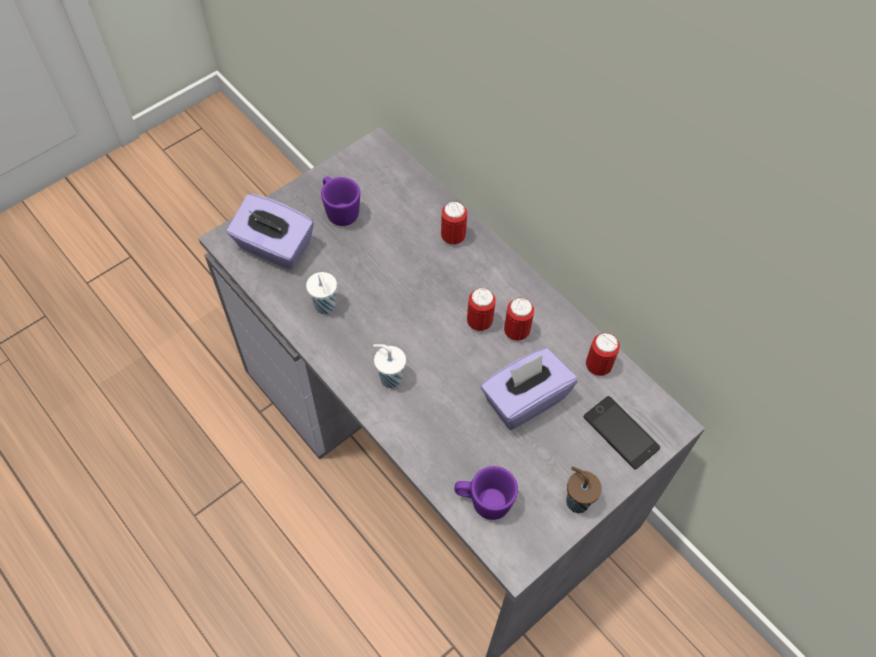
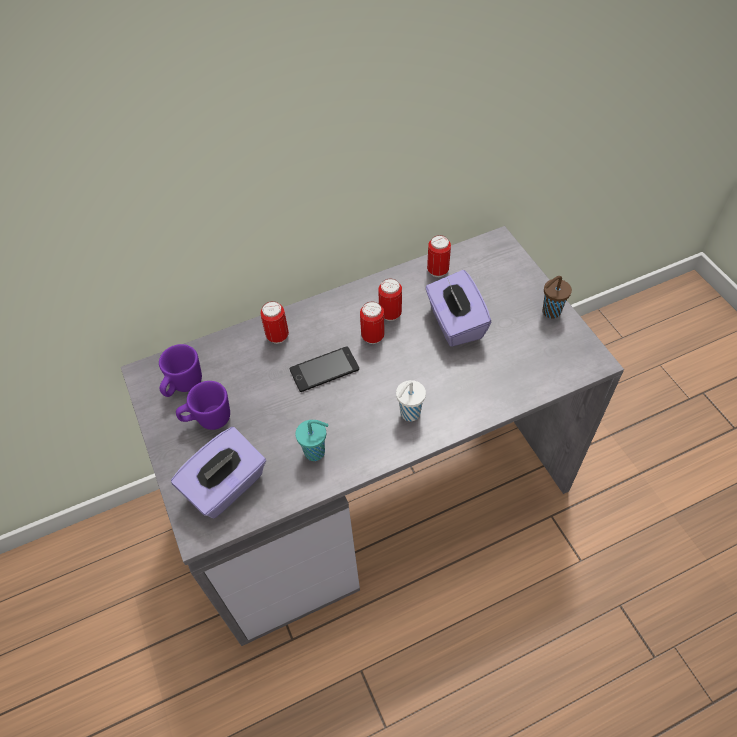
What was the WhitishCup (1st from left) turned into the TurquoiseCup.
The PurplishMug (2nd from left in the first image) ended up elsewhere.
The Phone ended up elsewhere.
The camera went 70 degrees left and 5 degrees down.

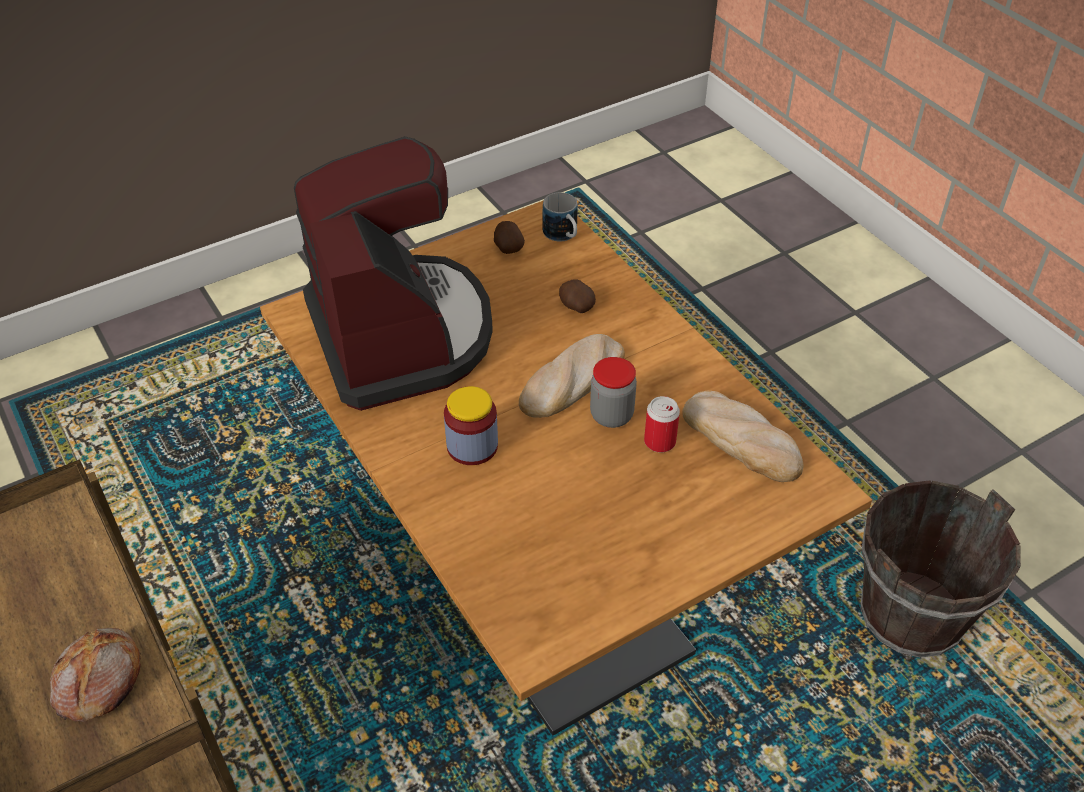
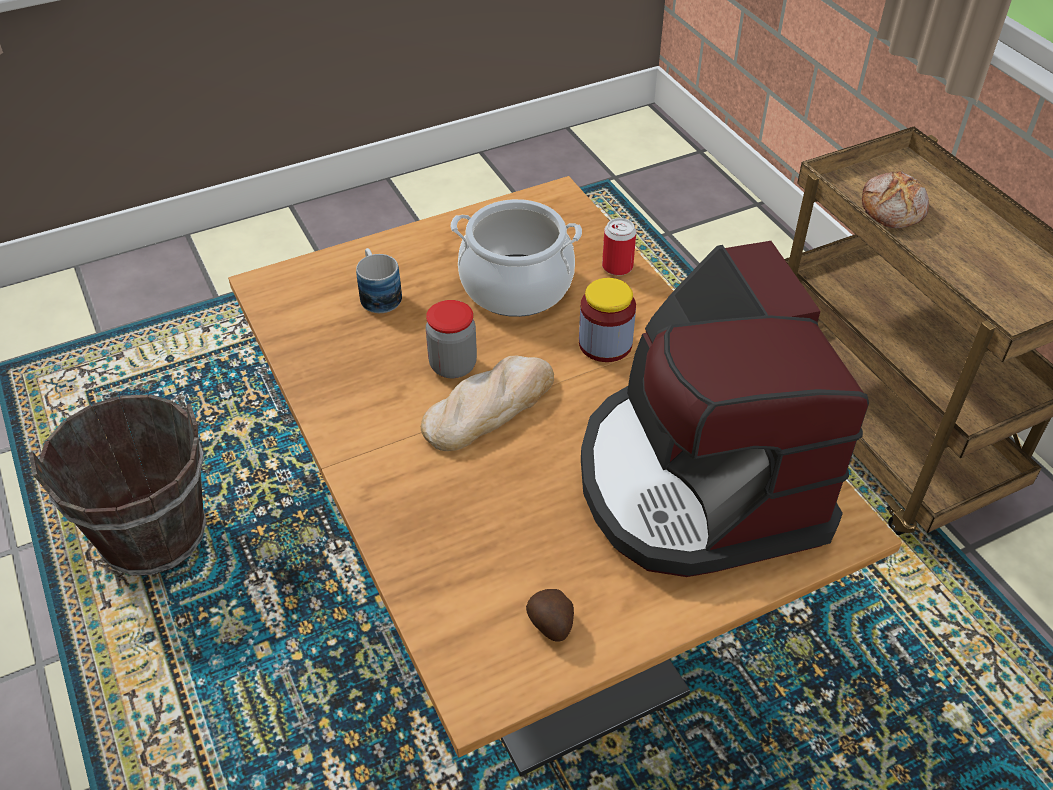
The Mug ended up elsewhere.
The second view lost the WholePotato (2nd from left).
The MetalCan ended up elsewhere.
The second view lost the BakeryBread (3rd from left).
The second view gained the Stockpot.
The camera went 175 degrees left and 0 degrees up.

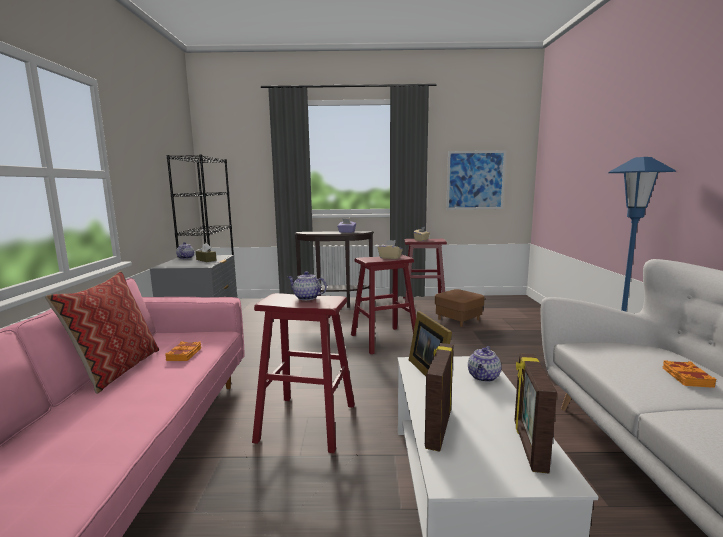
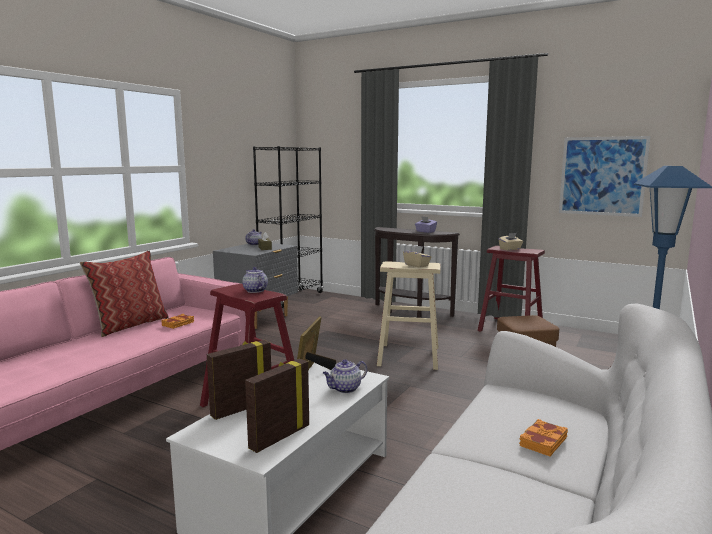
What was the ReddishStool (2nd from left) turned into the BeigeColouredStool.
The camera went 30 degrees right and 0 degrees up.

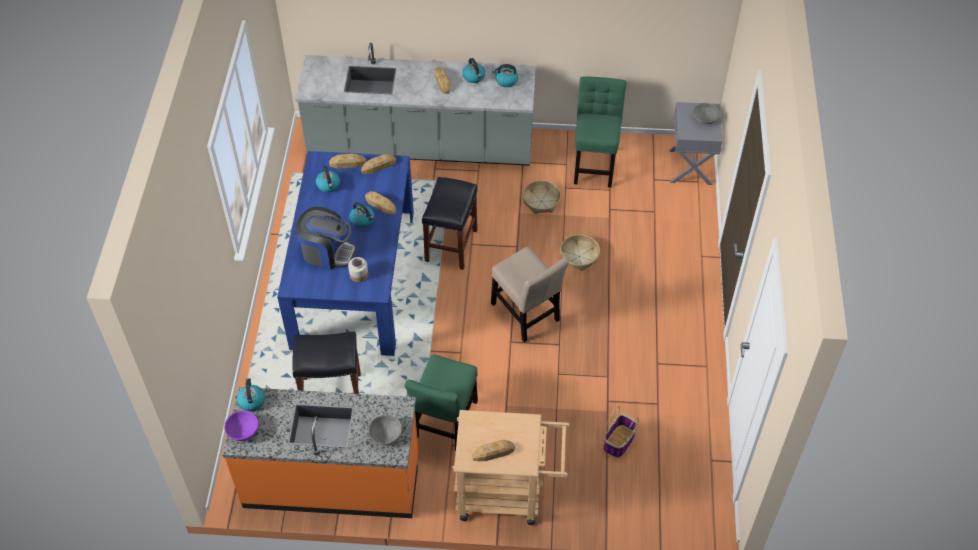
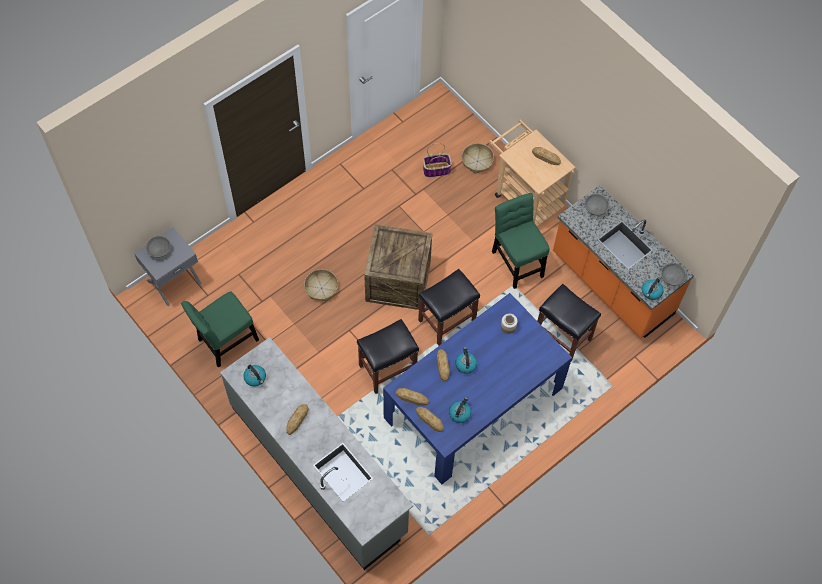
What was the PurplishServingBowl turned into the GrayServingBowl (3rd from left).
The second view lost the CoffeeMachine.
The GreenChair (1st from left in the first image) ended up facing another way, 90 degrees counterclockwise from before.
The second view lost the WaterKettle (4th from left).
Where the BeigeColouredChair stood, the Crate came to stand.
The HouseholdBasket (1st from left in the first image) ended up elsewhere.
The second view gained the BlackishStool (2nd from left).
The camera went 135 degrees left and 10 degrees up.

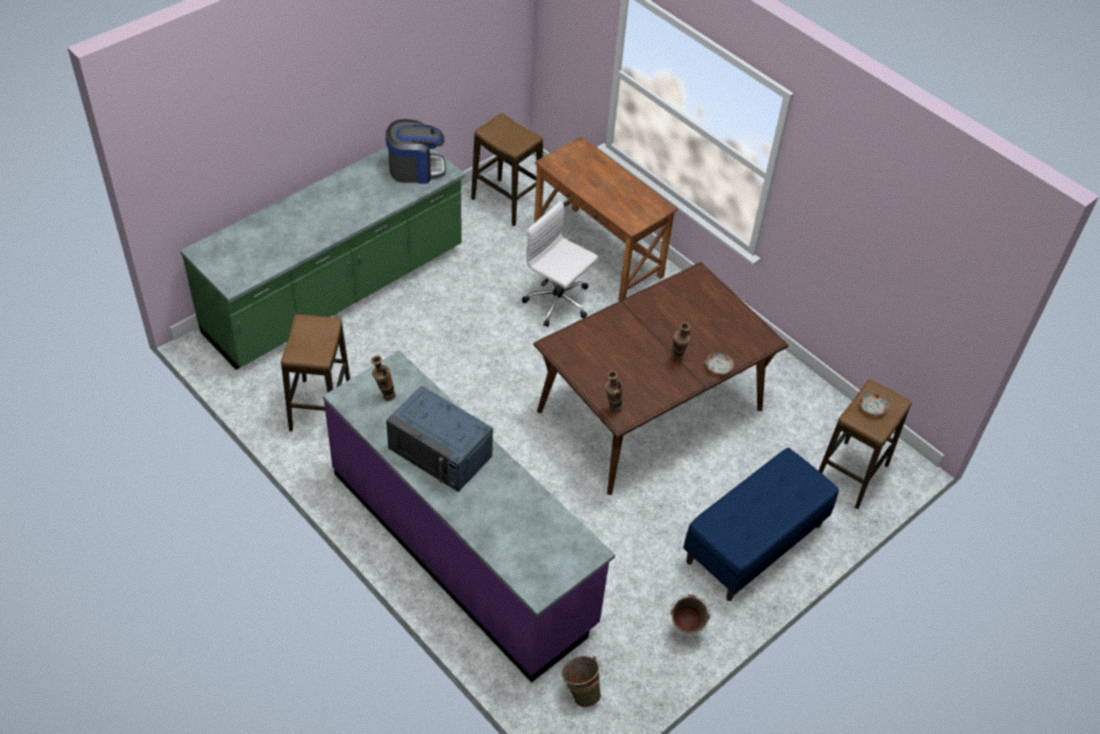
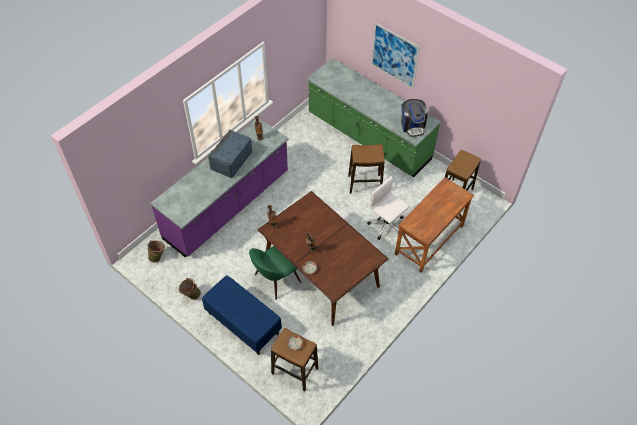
The Stool (1st from left in the first image) ended up elsewhere.
The WhitishComputerChair ended up facing another way, 75 degrees counterclockwise from before.
The second view gained the GreenChair.
The second view gained the WallPicture.
The camera went 85 degrees right and 5 degrees up.

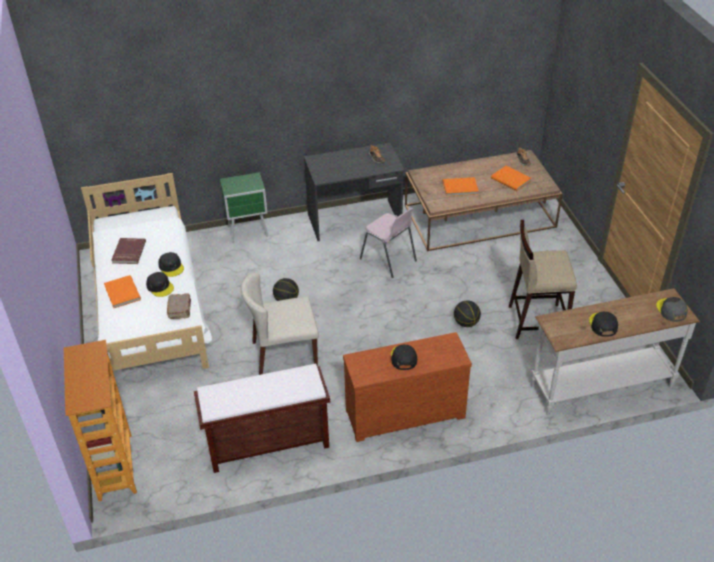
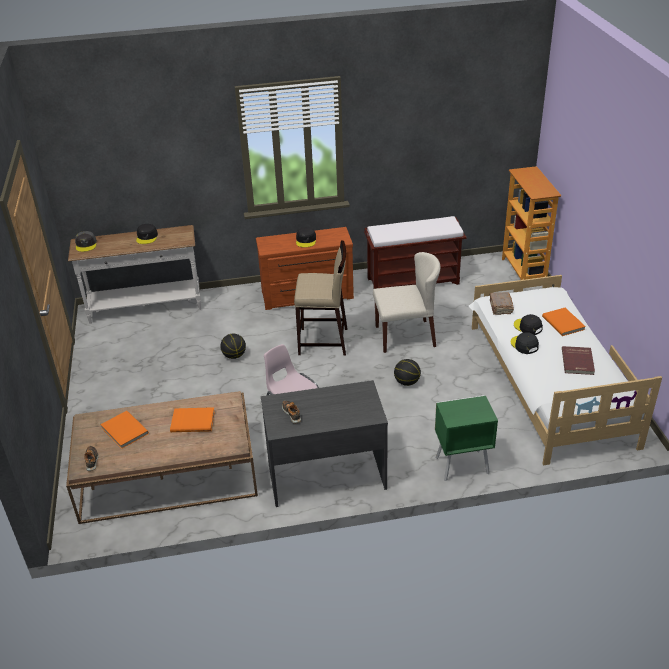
The BeigeColouredStool ended up elsewhere.
The camera went 175 degrees left and 5 degrees down.

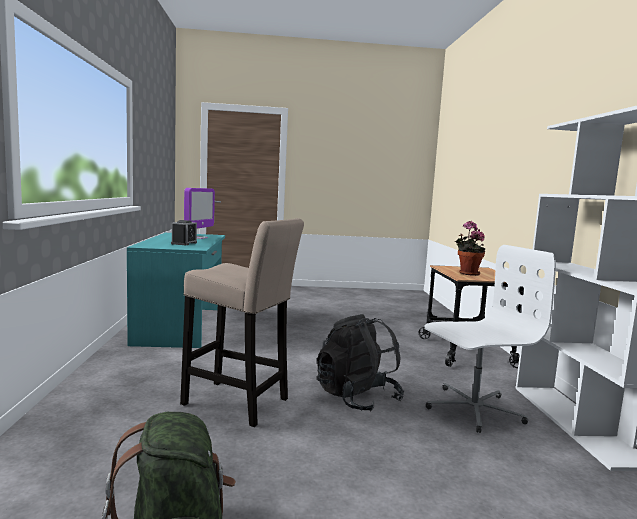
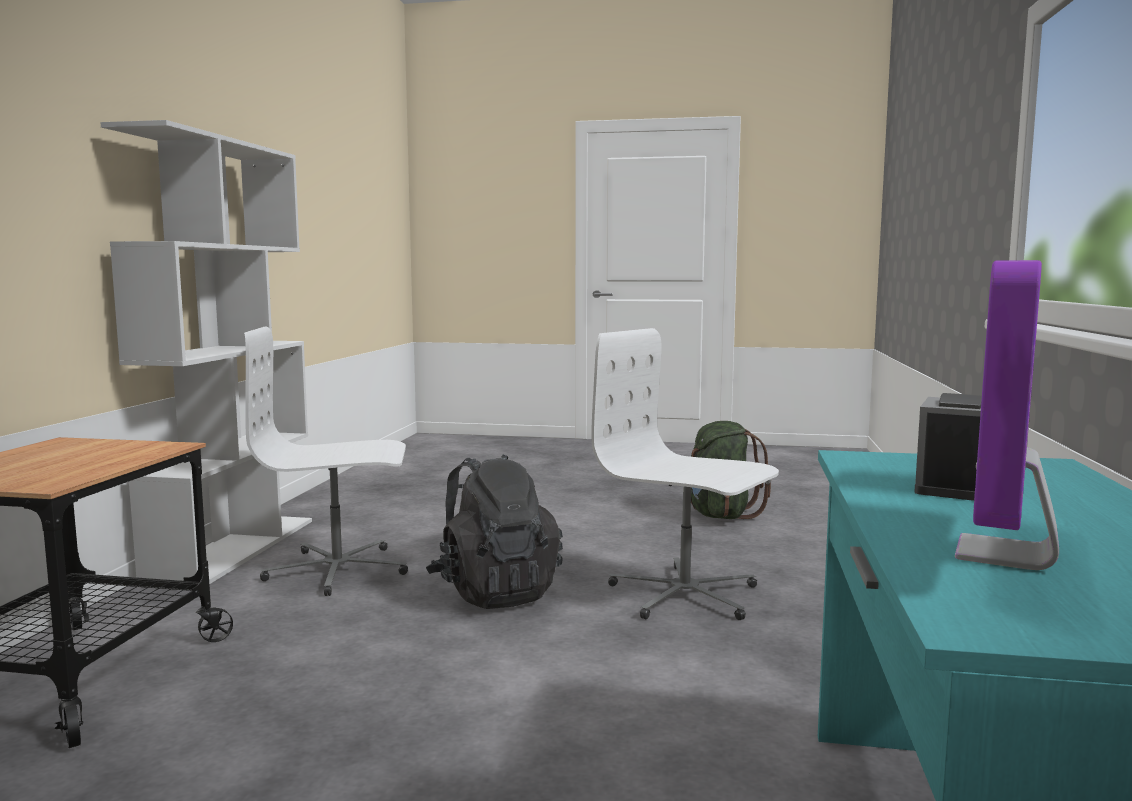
Where the BeigeColouredStool stood, the WhitishComputerChair (2nd from left) came to stand.
The second view lost the PlantInAPot.
The camera went 165 degrees left and 0 degrees up.

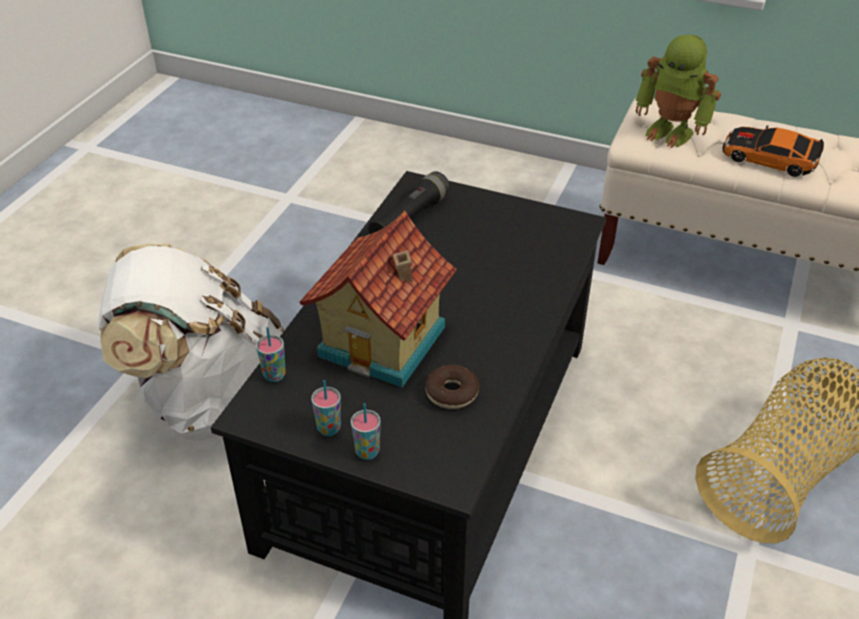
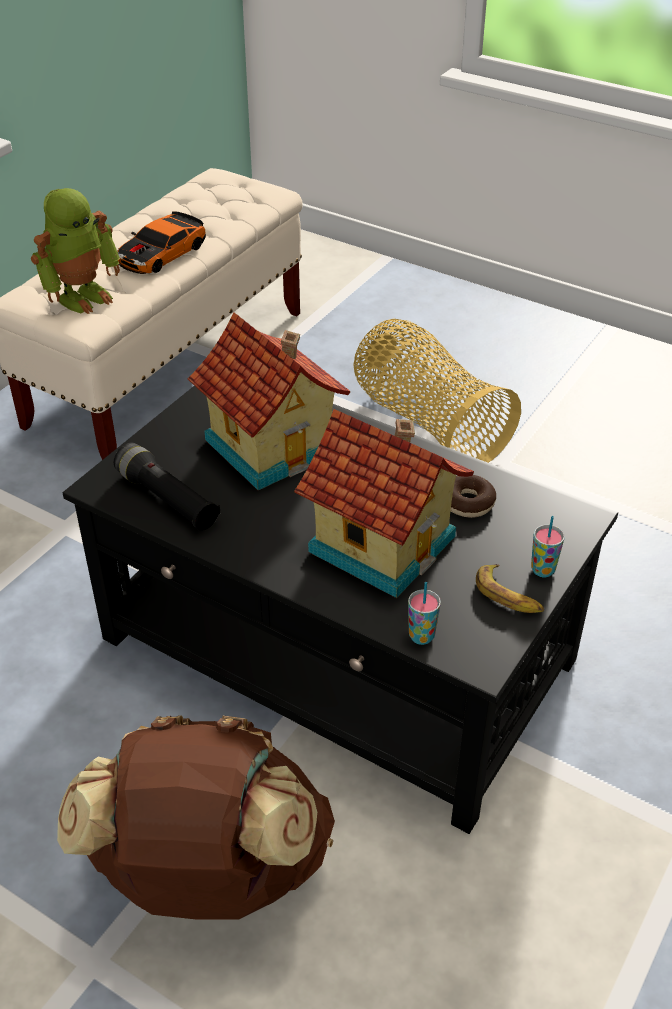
What was the WhitishBackpack turned into the BrownishBackpack.
Where the Cup (2nd from left) stood, the Banana came to stand.
The second view gained the MiniatureHouse (1st from left).
The camera went 80 degrees left and 0 degrees up.

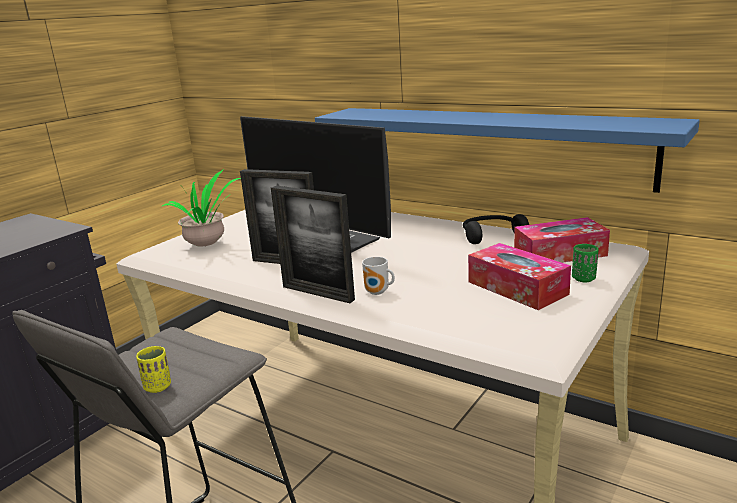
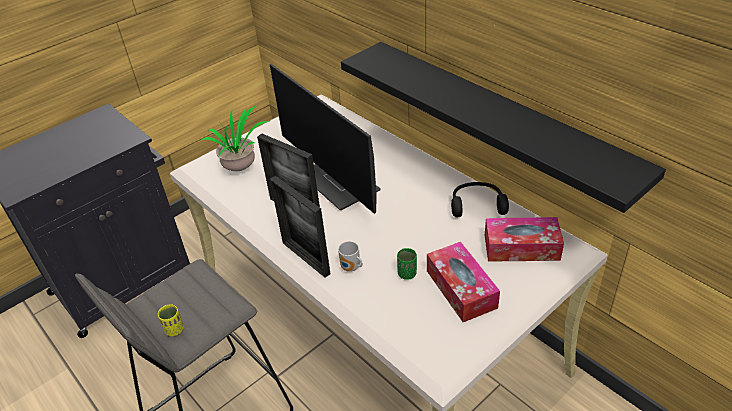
What was the BlueShelf turned into the BlackishShelf.
The GreenCup ended up elsewhere.
The camera went 15 degrees right and 20 degrees up.

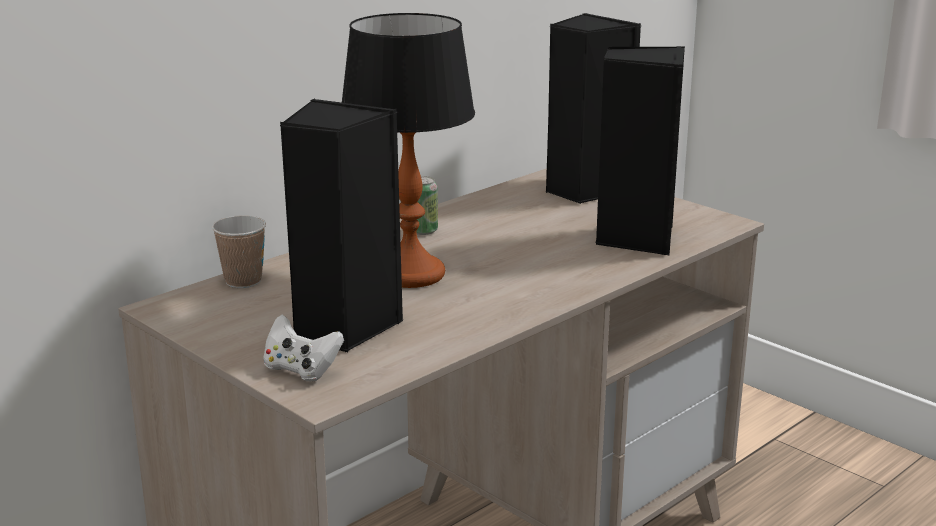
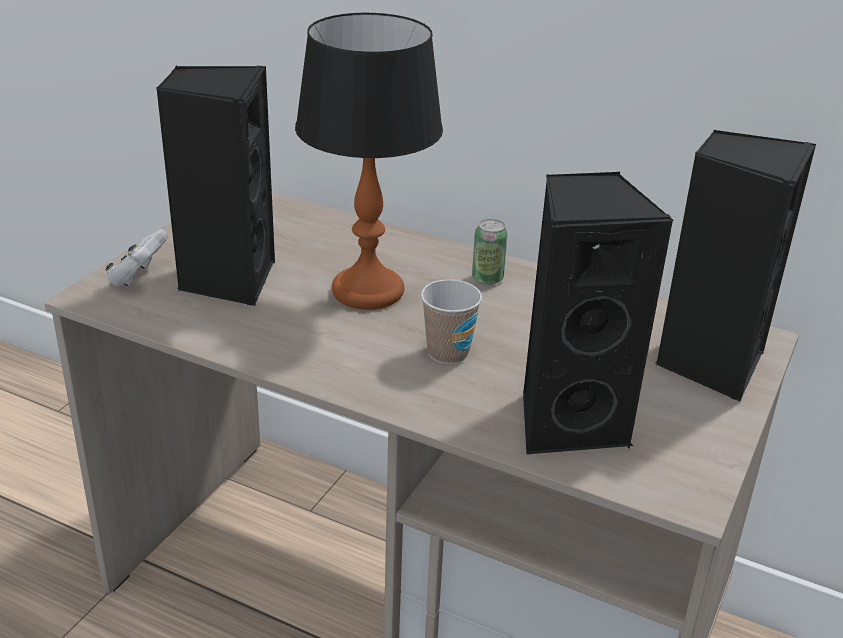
The Cup ended up elsewhere.
The camera went 70 degrees right and 10 degrees up.

